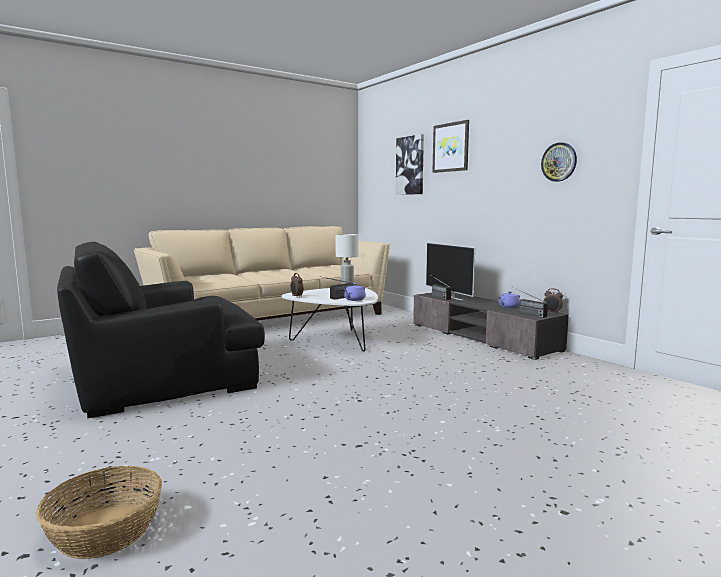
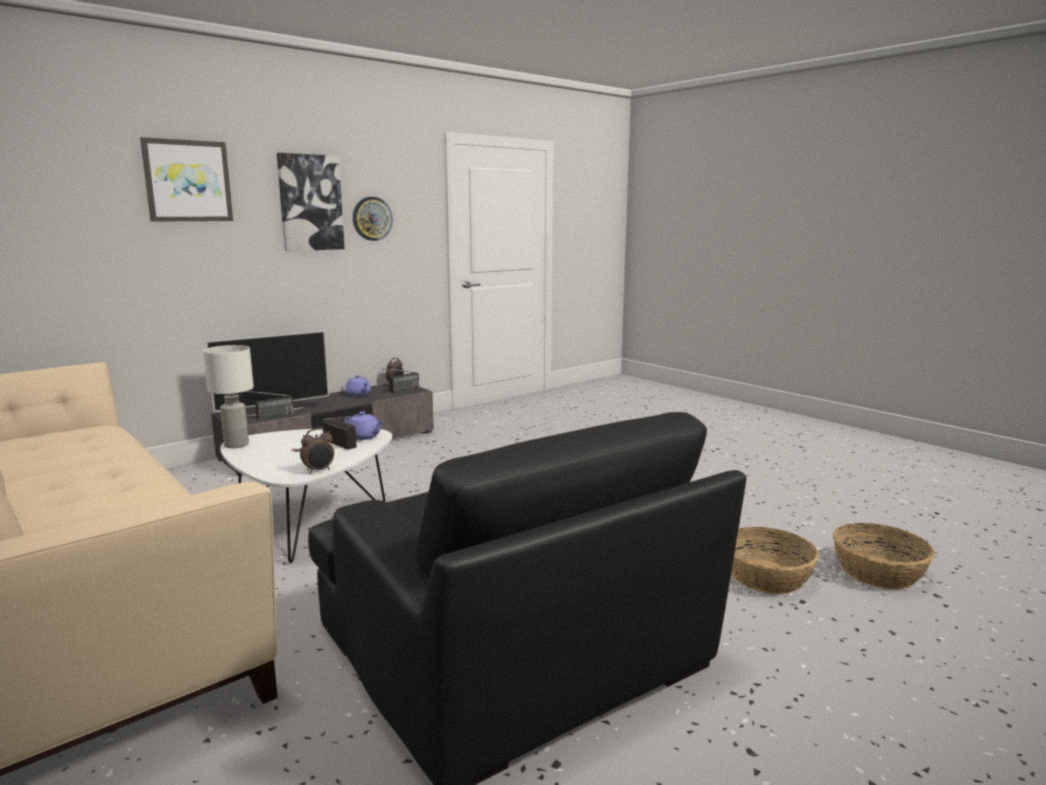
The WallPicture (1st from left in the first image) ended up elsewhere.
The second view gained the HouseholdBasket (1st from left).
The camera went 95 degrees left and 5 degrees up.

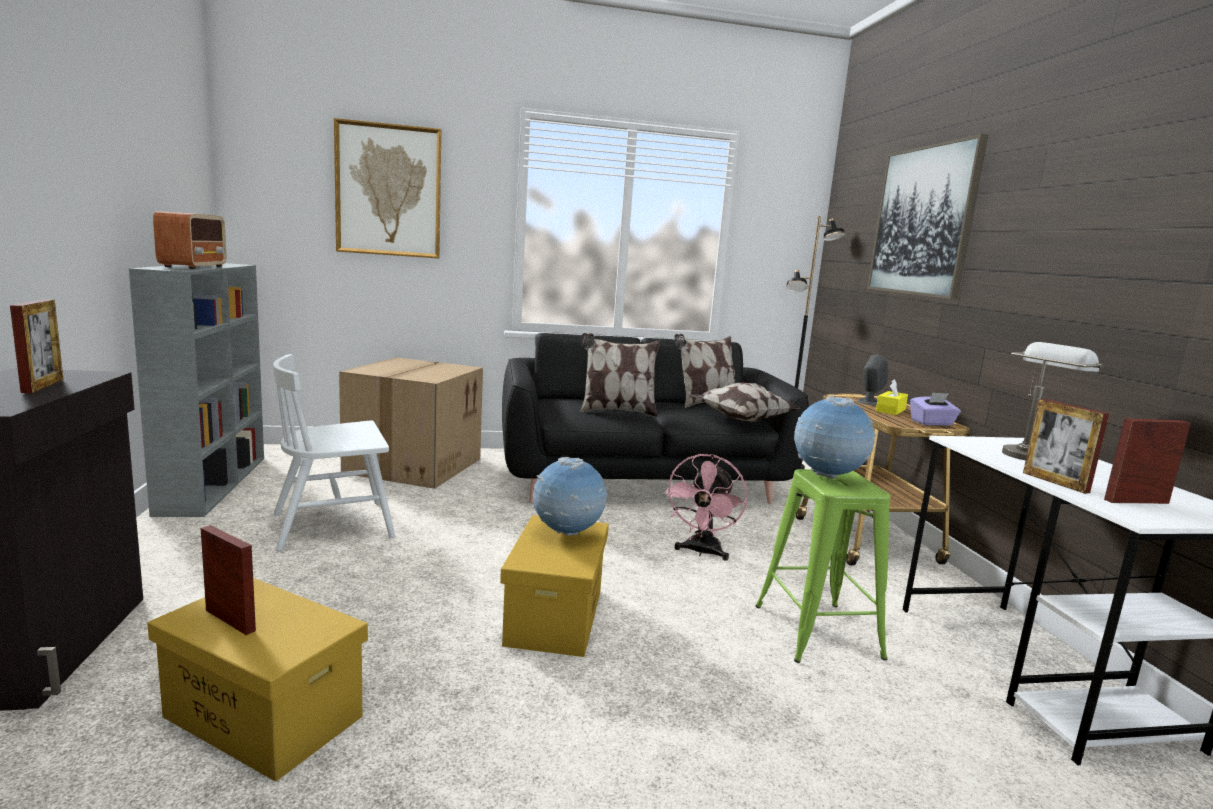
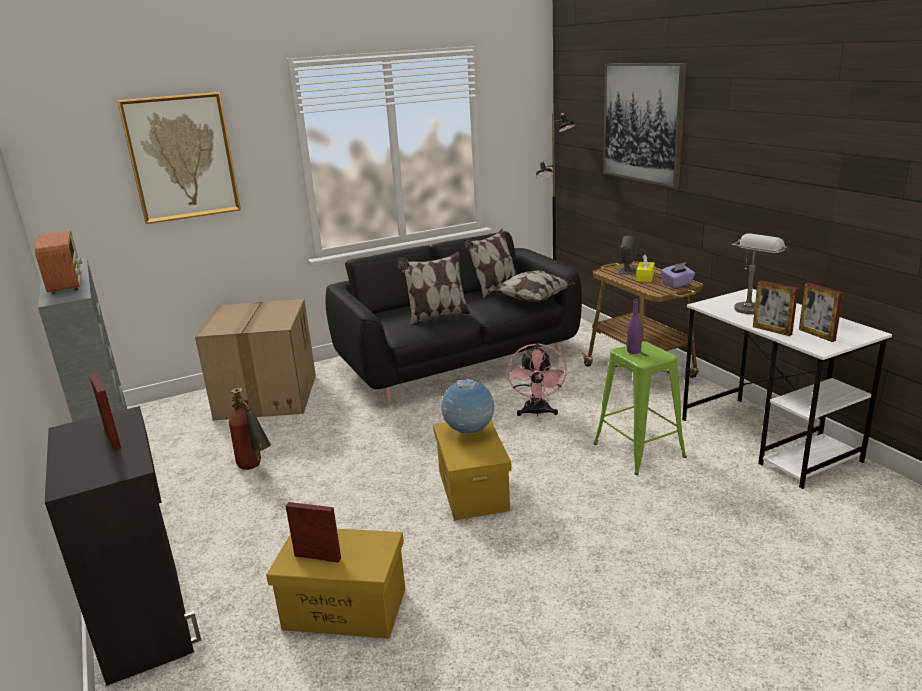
Where the WhitishChair stood, the FireExtinguisher came to stand.
Where the DeskGlobe (2nd from left) stood, the PurplishBottle came to stand.
The PhotoFrame (4th from left) ended up facing another way, 90 degrees counterclockwise from before.
The camera went 15 degrees left and 10 degrees up.

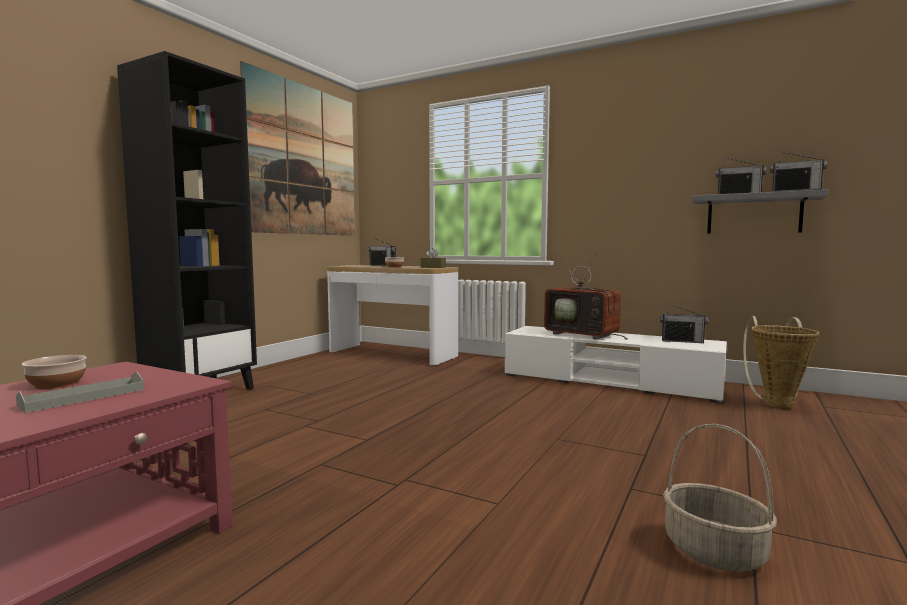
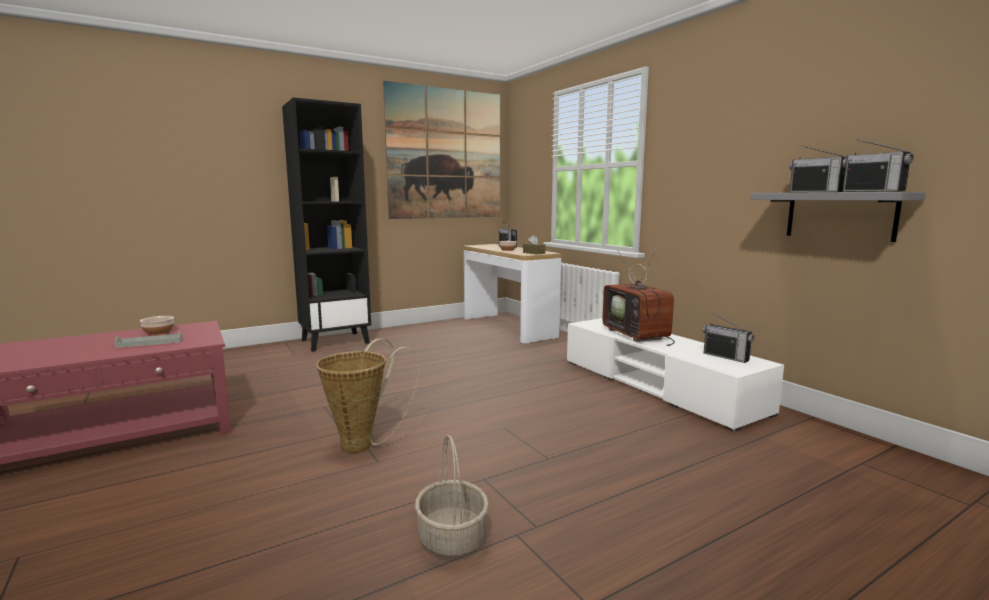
The HouseholdBasket (2nd from left in the first image) ended up elsewhere.
The camera went 30 degrees right and 5 degrees up.

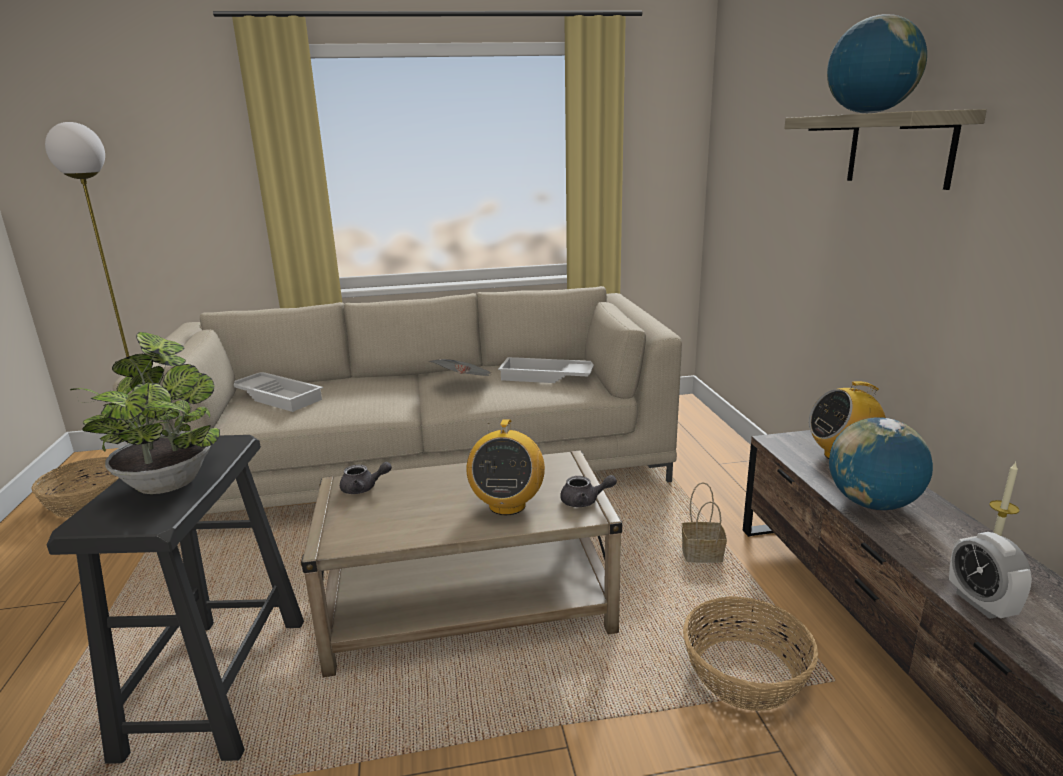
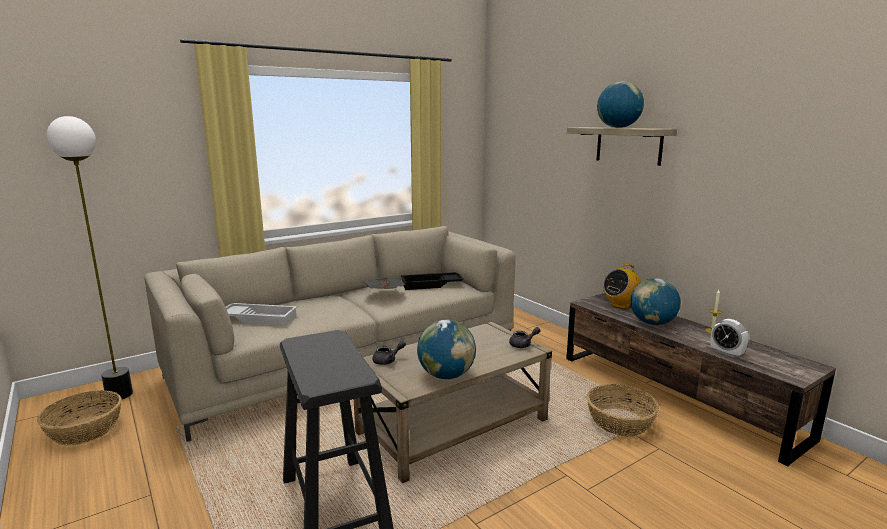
The second view lost the PlantInAPot.
The second view lost the Radio (1st from left).
What was the WhitishTray (2nd from left) turned into the BlackishTray.
The second view lost the HouseholdBasket (2nd from left).
The second view gained the DeskGlobe (1st from left).
The camera went 25 degrees left and 5 degrees down.

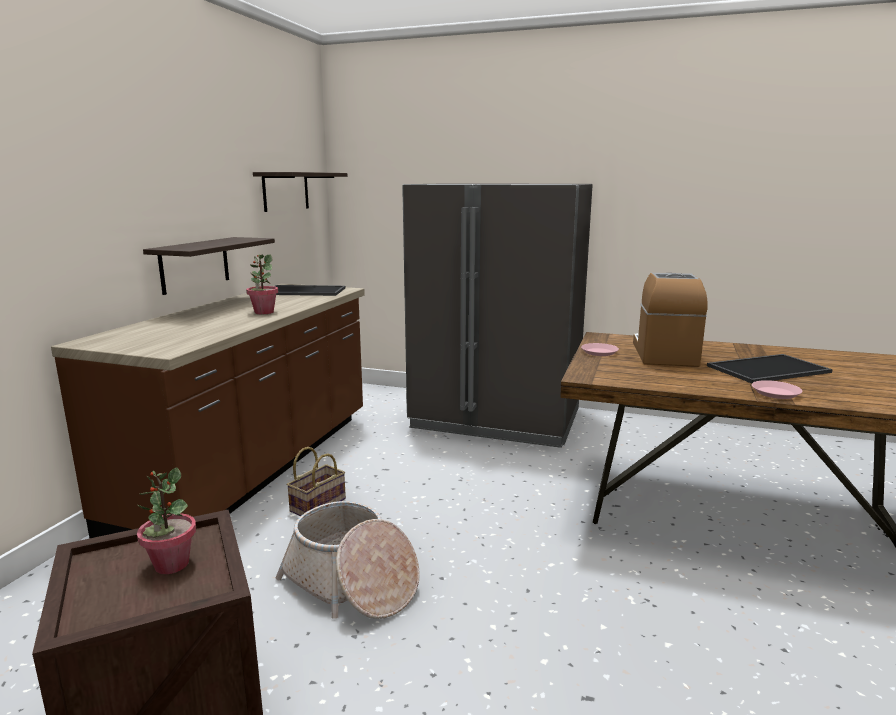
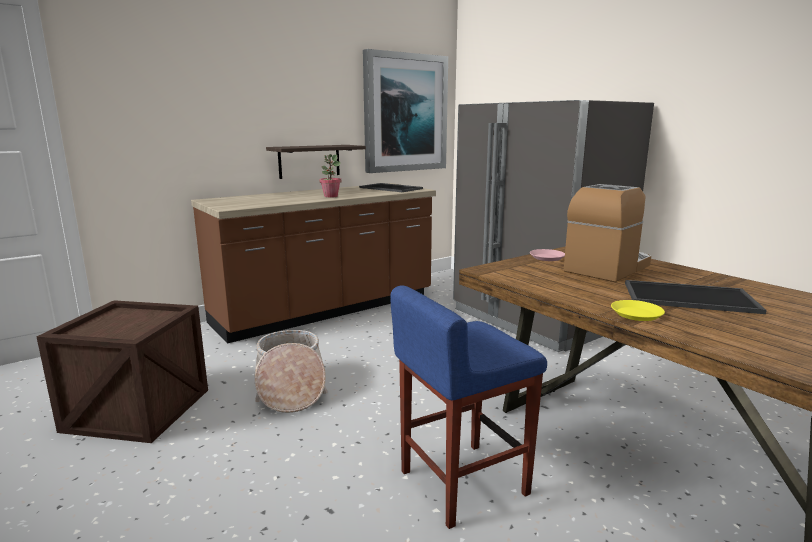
The second view lost the PlantInAPot (1st from left).
Where the Shelf (2nd from left) hung, the WallPicture came to hang.
The second view lost the HouseholdBasket (1st from left).
What was the PinkColouredFlatDish (2nd from left) turned into the YellowishFlatDish.
The second view gained the BlueStool.
The camera went 35 degrees right and 0 degrees up.

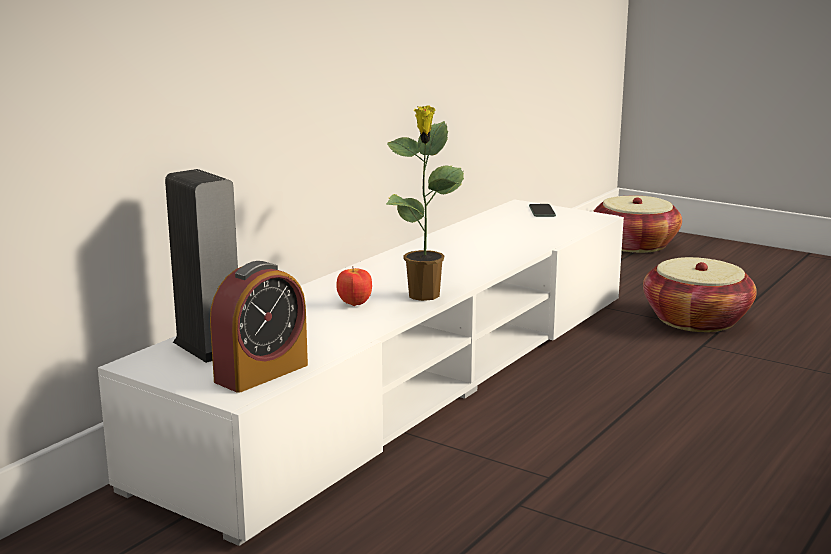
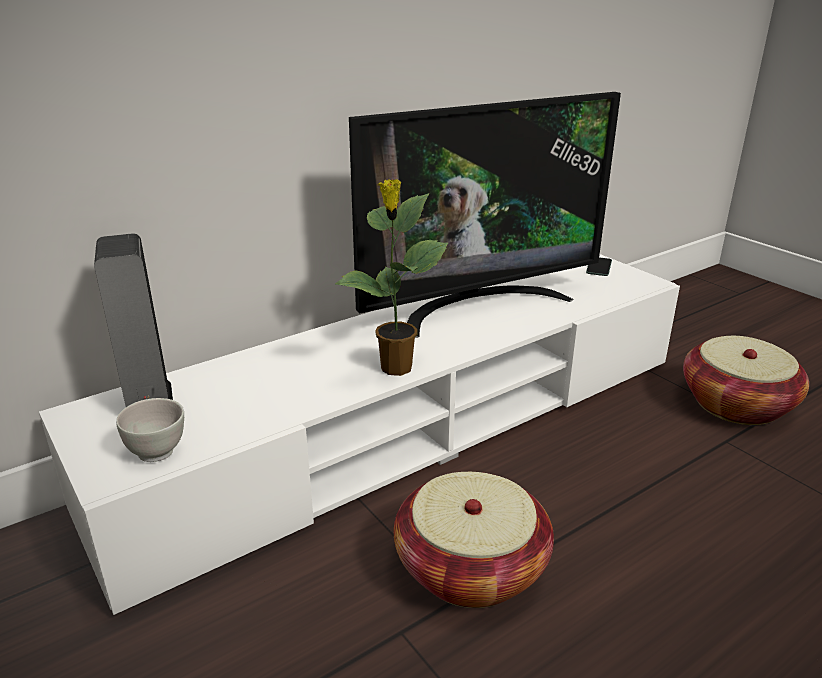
Where the AlarmClock stood, the WhitishServingBowl came to stand.
The second view lost the Apple.
The HouseholdBasket (1st from left) ended up elsewhere.
The second view gained the Tv.
The camera went 20 degrees right and 10 degrees up.

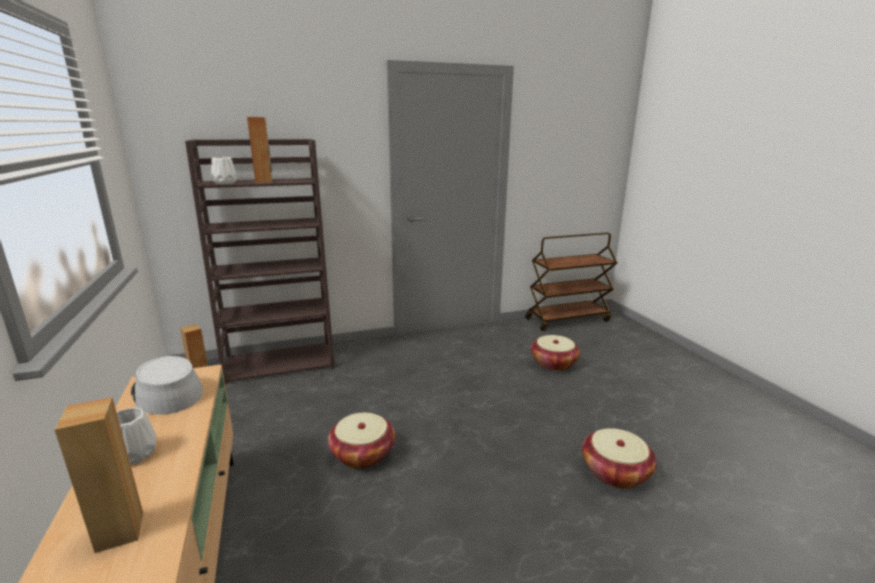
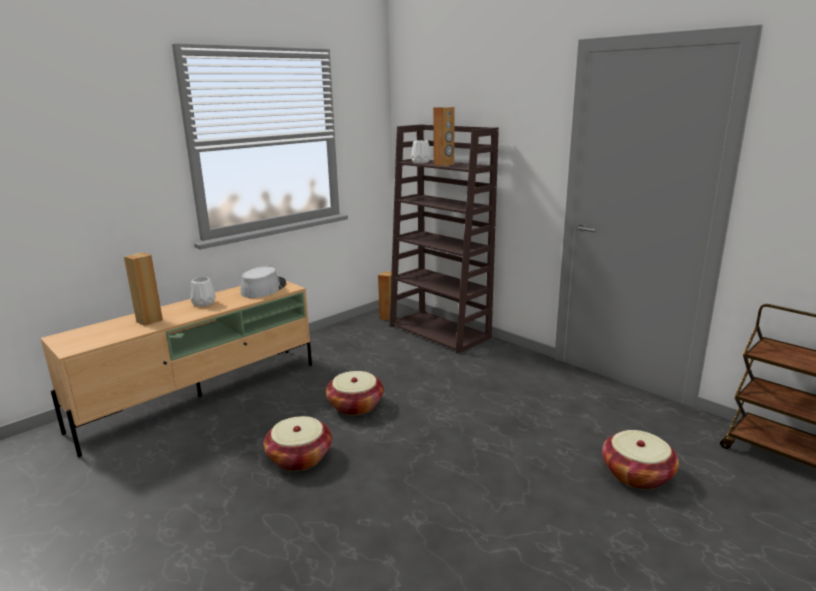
The HouseholdBasket (3rd from left in the first image) ended up elsewhere.
The camera went 65 degrees right and 0 degrees up.

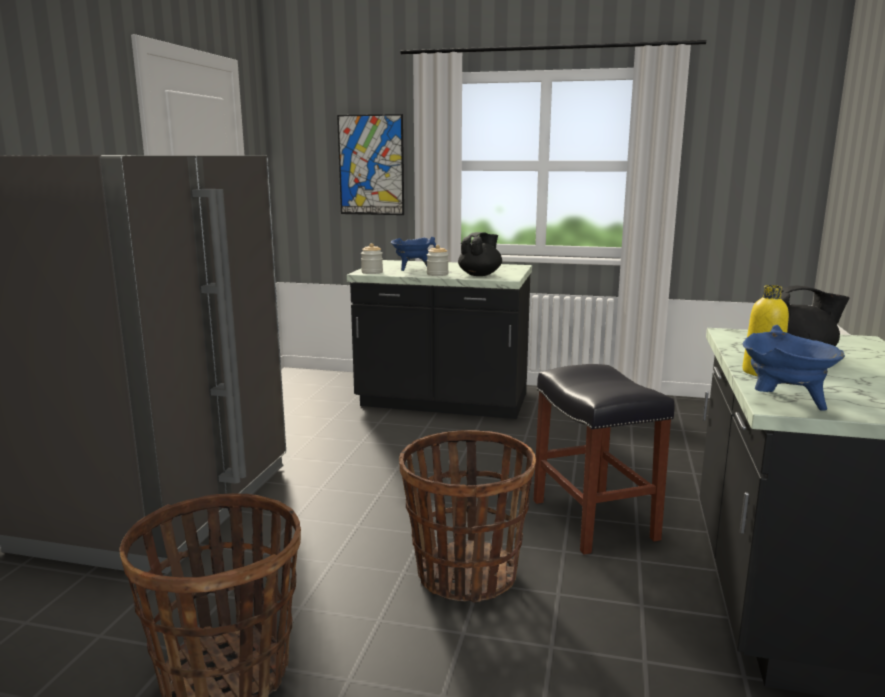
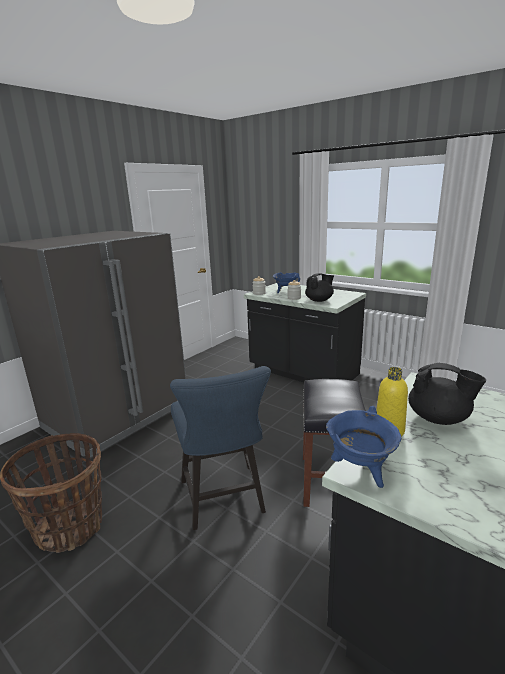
The second view lost the WallPicture.
Where the HouseholdBasket (2nd from left) stood, the BlueChair came to stand.
The camera went 25 degrees right and 5 degrees up.

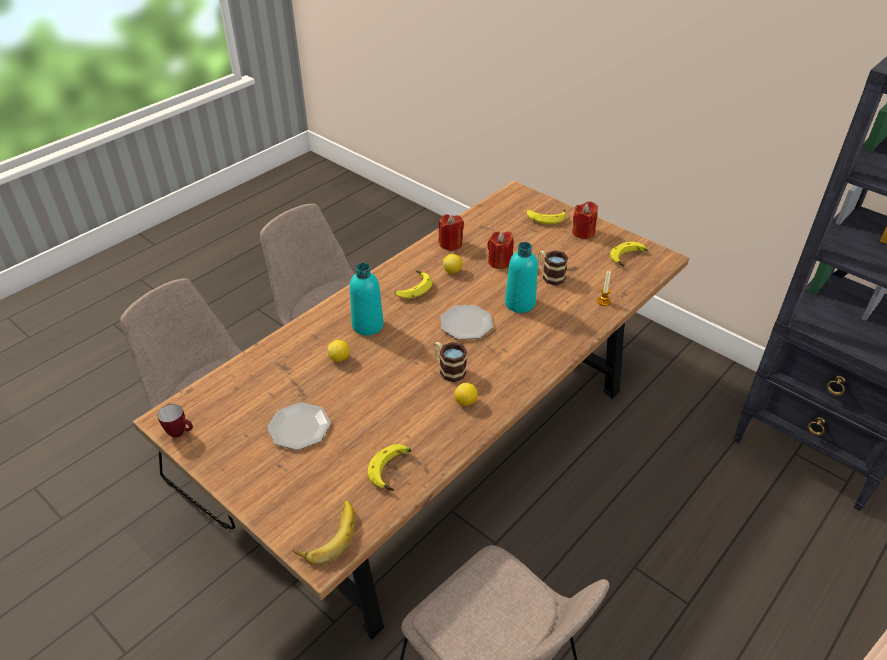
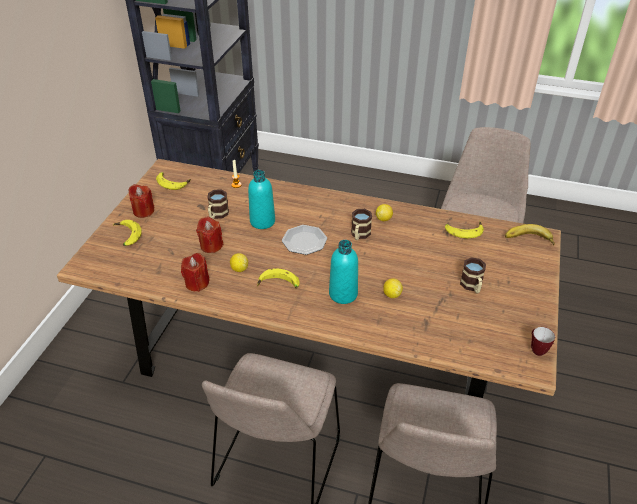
Where the FlatDish (1st from left) stood, the Mug (3rd from left) came to stand.
The camera went 115 degrees left and 0 degrees up.

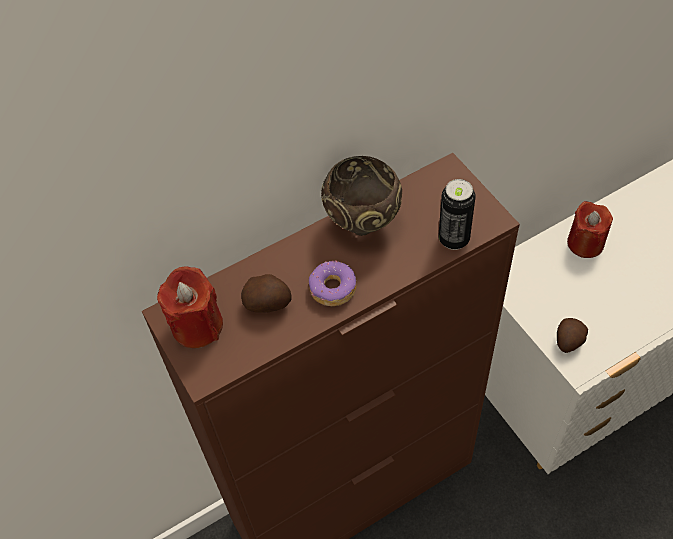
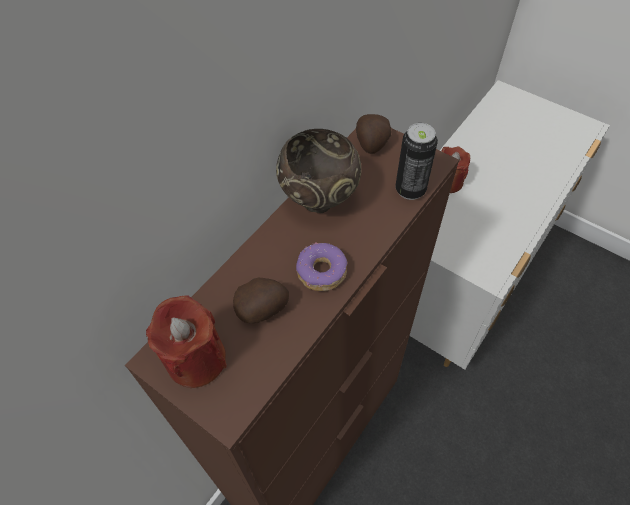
The WholePotato (2nd from left) ended up elsewhere.
The camera went 25 degrees left and 0 degrees up.

